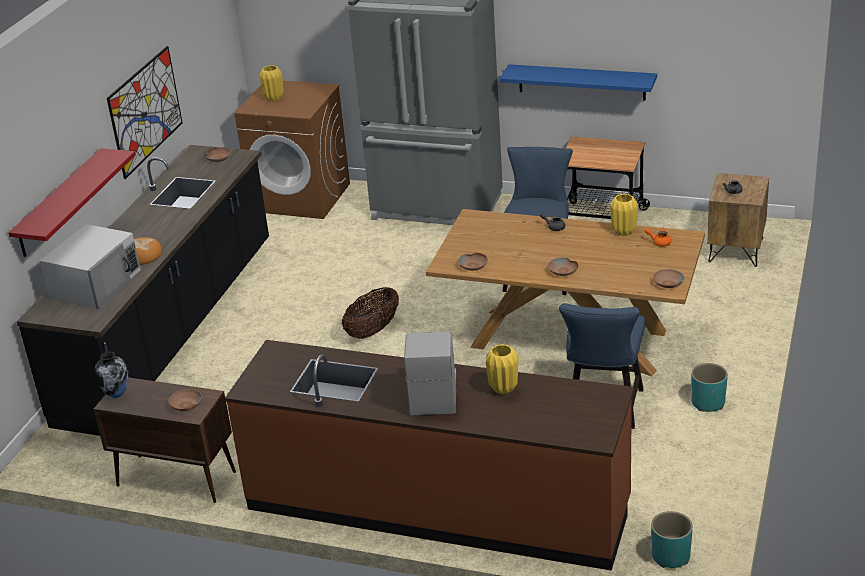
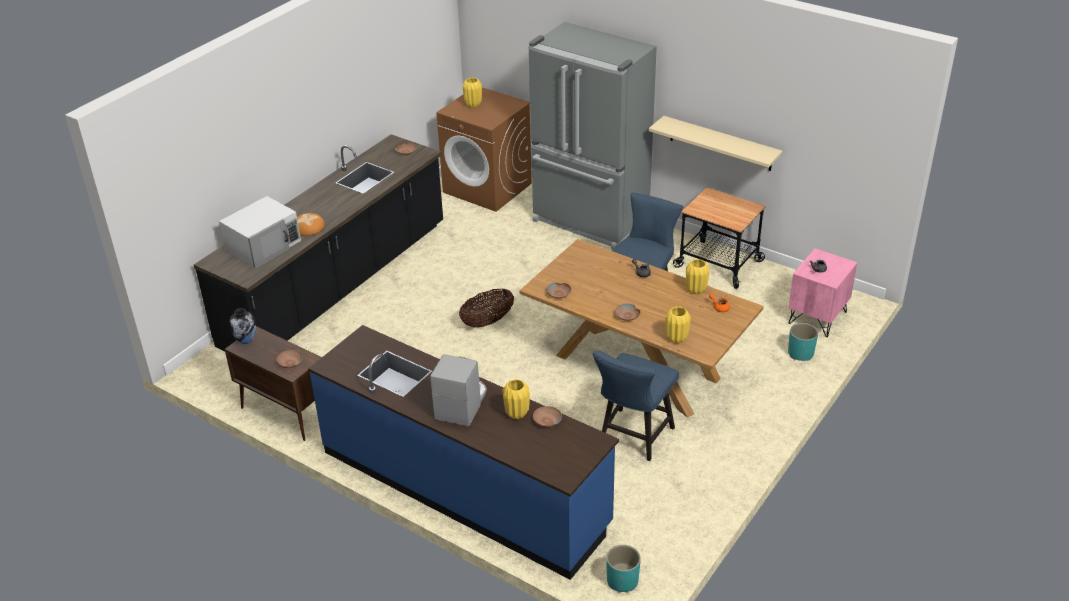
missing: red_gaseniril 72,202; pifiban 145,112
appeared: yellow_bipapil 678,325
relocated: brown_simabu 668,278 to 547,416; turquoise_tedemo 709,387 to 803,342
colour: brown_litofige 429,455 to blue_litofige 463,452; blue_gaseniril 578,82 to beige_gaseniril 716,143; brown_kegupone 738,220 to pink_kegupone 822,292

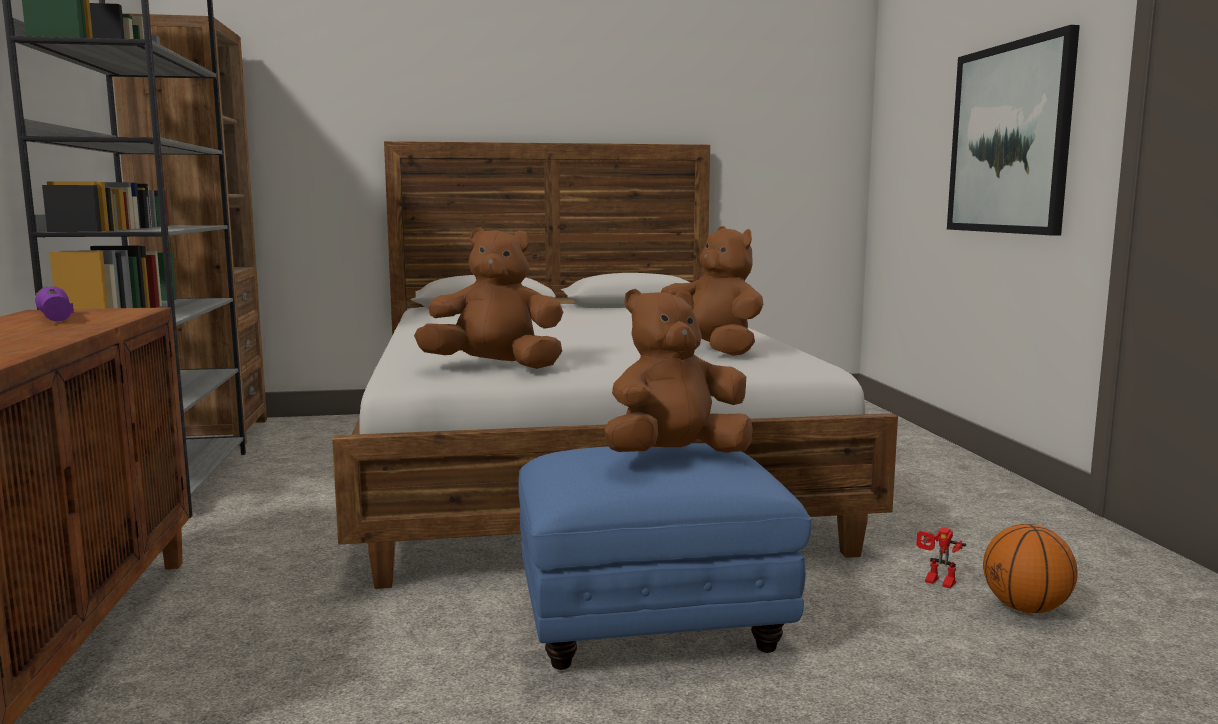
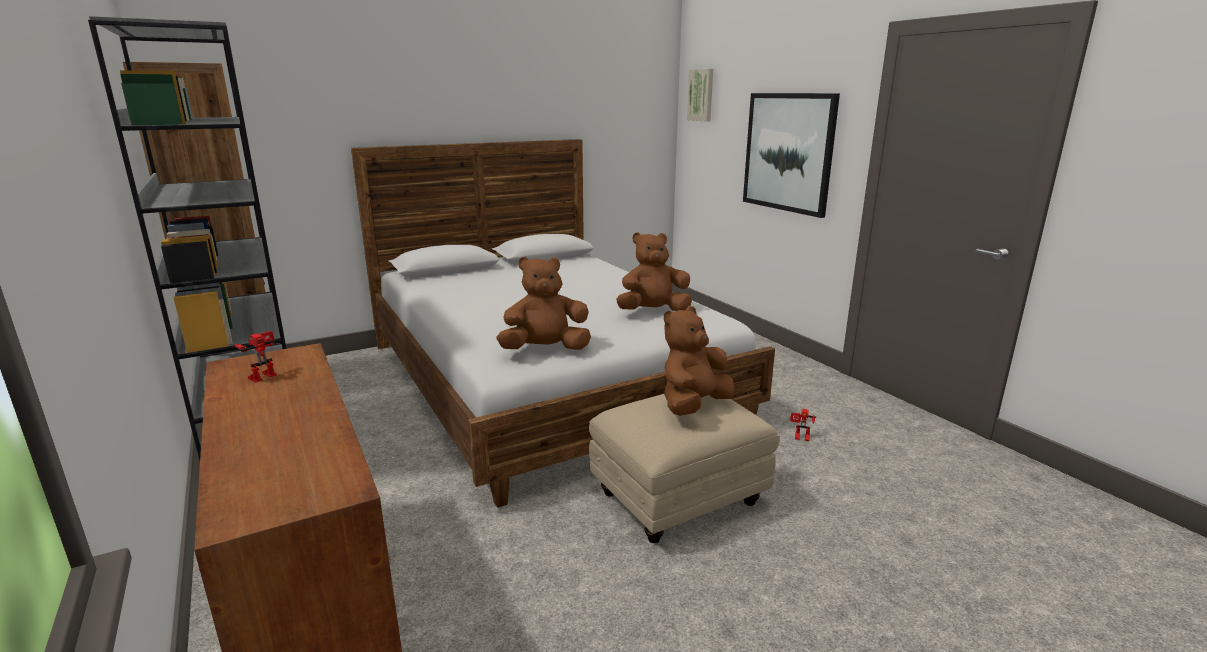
missing: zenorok 1030,568
appeared: pifiban 700,95
exchanged: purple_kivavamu 54,303 to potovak 255,356
colour: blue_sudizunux 664,556 to beige_sudizunux 684,468
spun: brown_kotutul 712,291 = 654,271 45 degrees counterclockwise

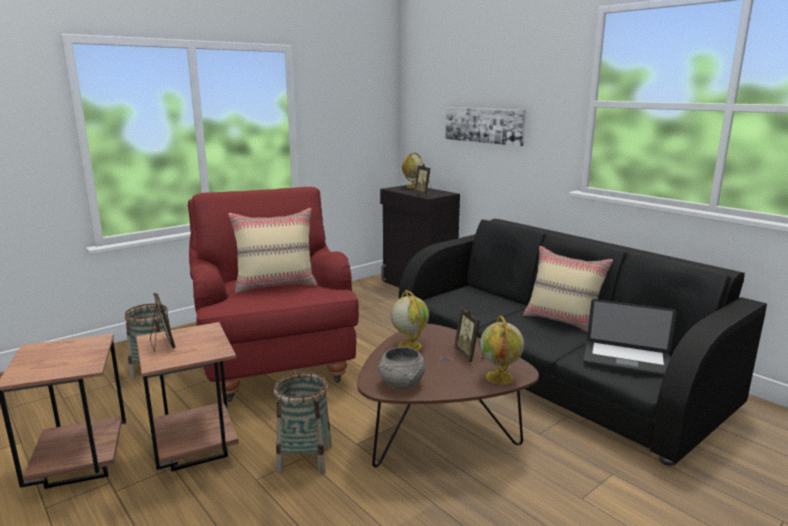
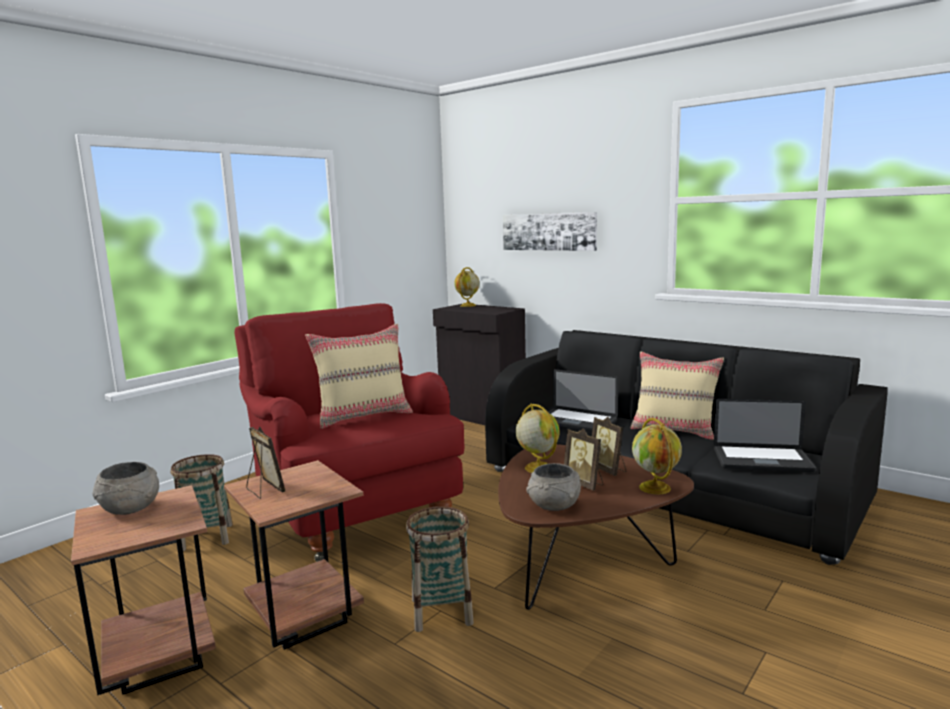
appeared: grey_simabu 125,488; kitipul 583,400
relocated: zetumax 423,179 to 583,459

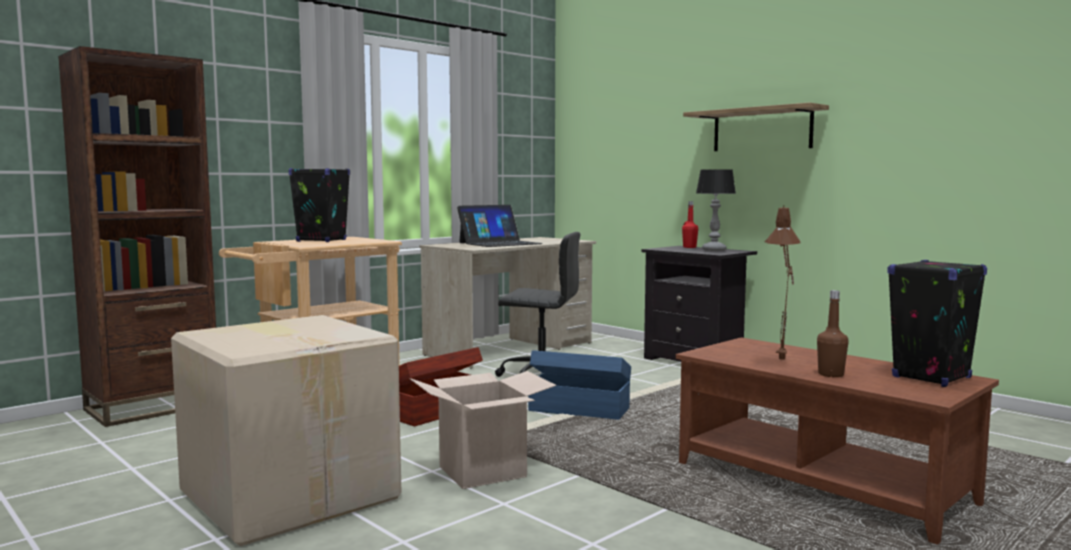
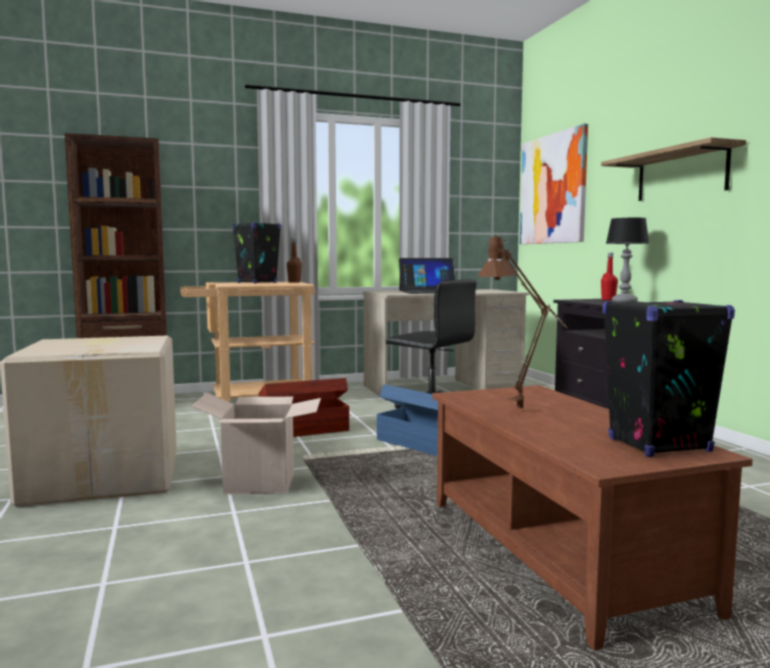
appeared: pifiban 554,184
relocated: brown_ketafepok 833,333 to 294,261

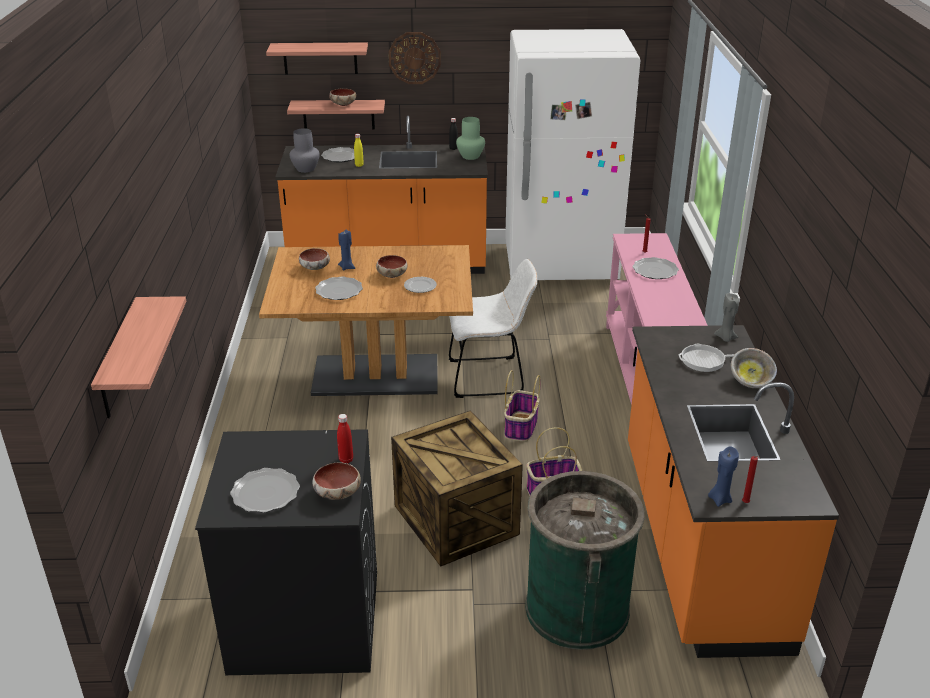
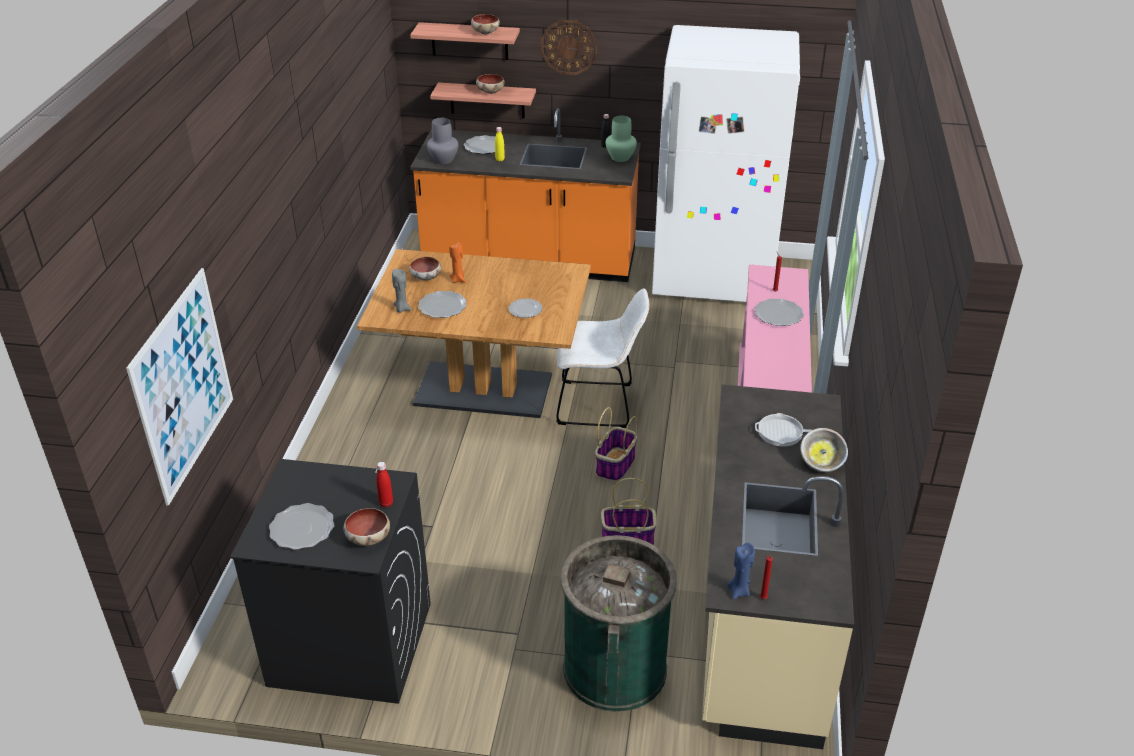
missing: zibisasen 457,488
relocated: simabu 392,266 to 485,24; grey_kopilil 726,317 to 402,291
exchanged: gaseniril 138,357 to pifiban 179,387
colour: blue_kopilil 346,249 to orange_kopilil 457,262; orange_litofige 733,491 to beige_litofige 778,566

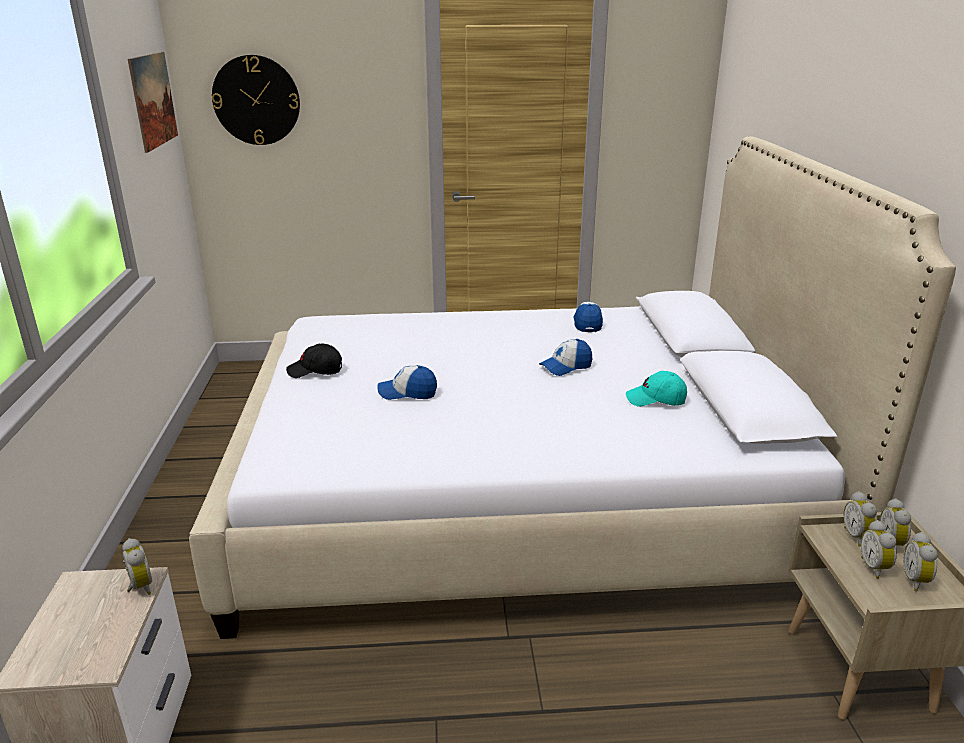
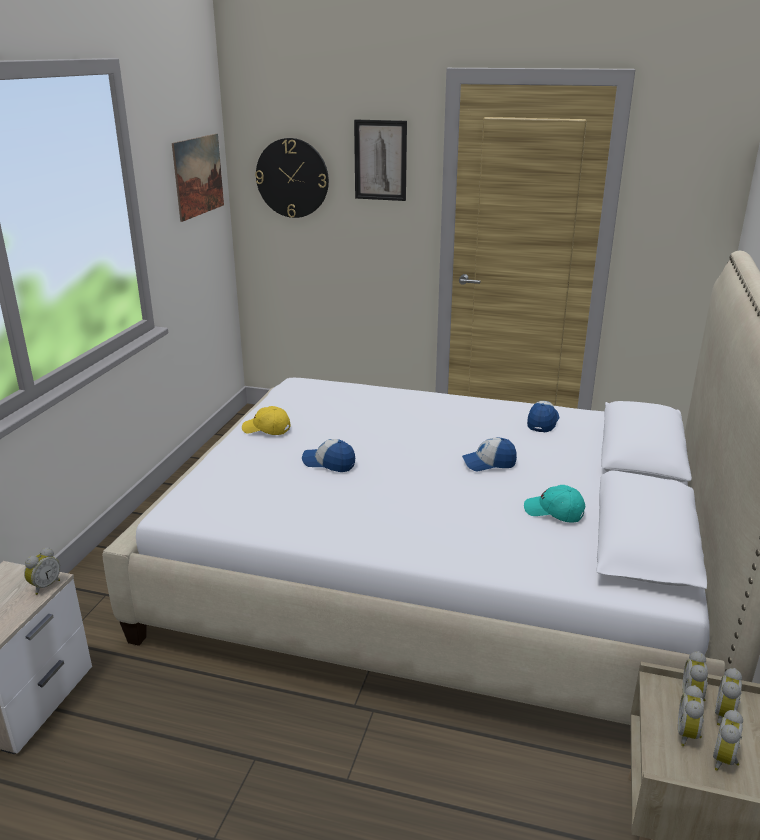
appeared: pifiban 380,160
colour: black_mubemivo 314,361 to yellow_mubemivo 266,420
spun: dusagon 137,566 = 42,571 45 degrees clockwise

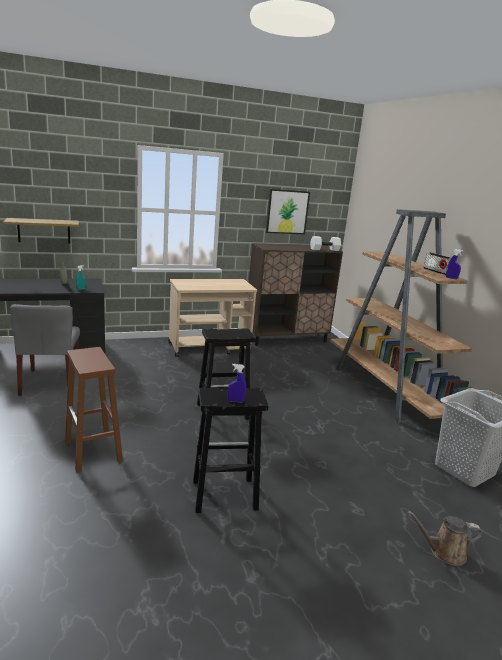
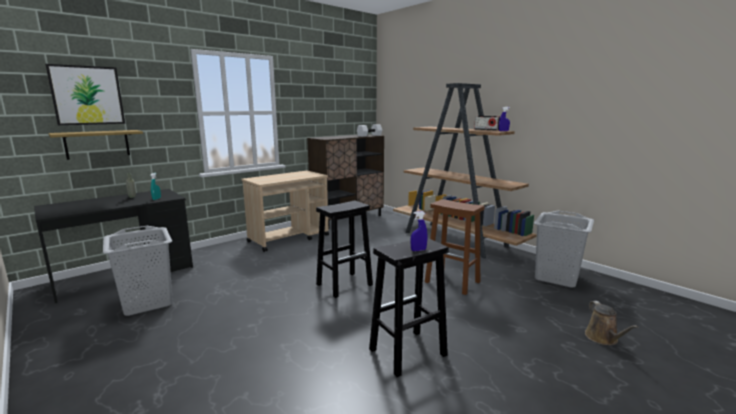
relocated: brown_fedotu 94,410 to 454,247; pifiban 288,211 to 85,94
exchanged: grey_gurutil 45,350 to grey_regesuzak 138,271
spun: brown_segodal 445,538 = 612,323 75 degrees counterclockwise

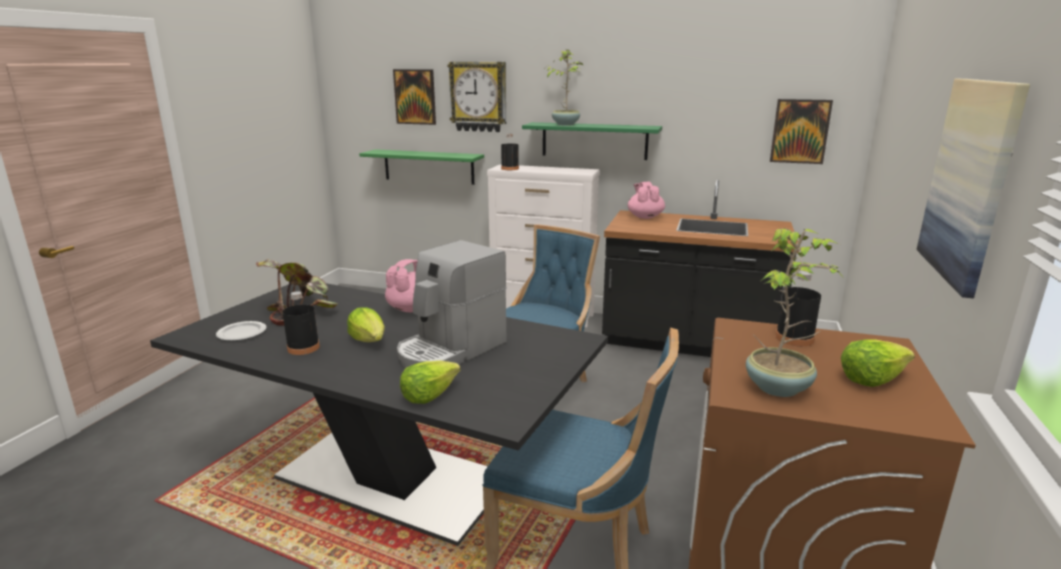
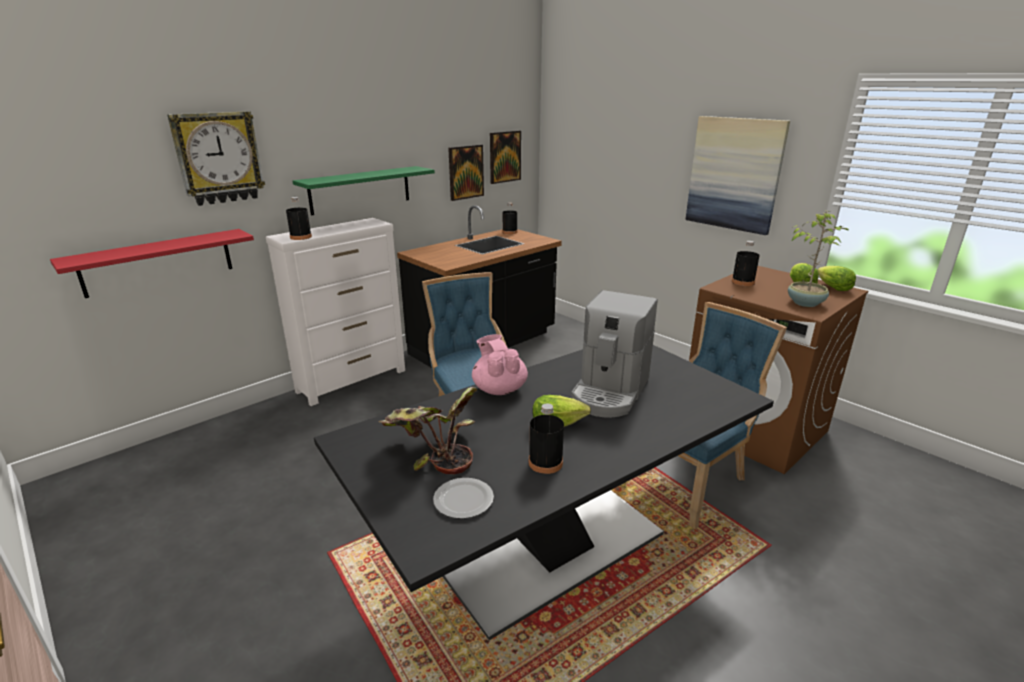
missing: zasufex 564,87; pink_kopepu 646,200
appeared: black_ketafepok 509,218
relocated: pifiban 414,97 to 466,173; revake 430,382 to 836,278
colour: green_gaseniril 421,167 to red_gaseniril 152,263
spun: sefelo 452,304 = 614,354 45 degrees clockwise

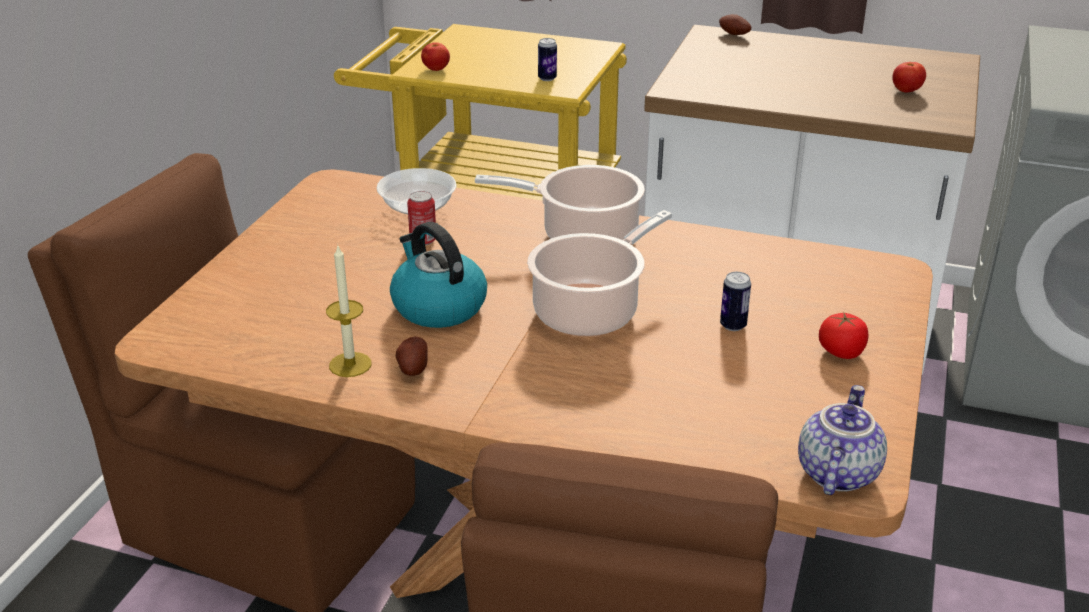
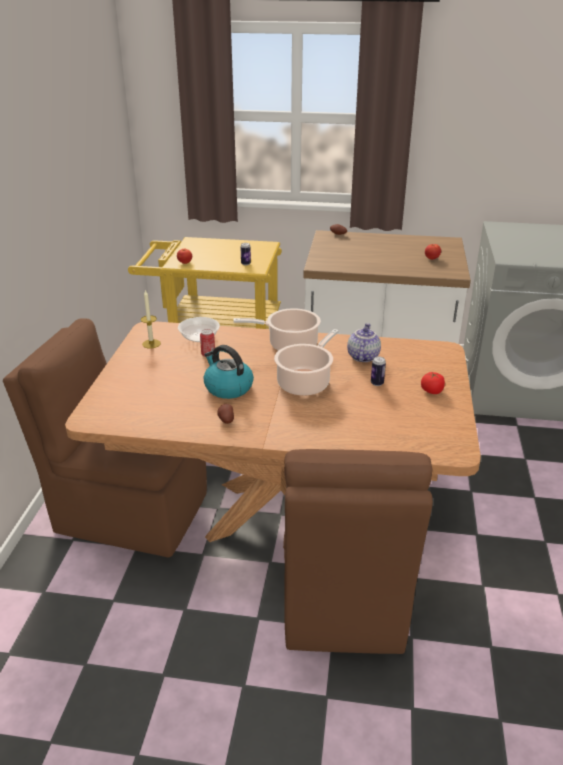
relocated: kopilil 349,311 to 151,319; kopepu 842,440 to 364,342

